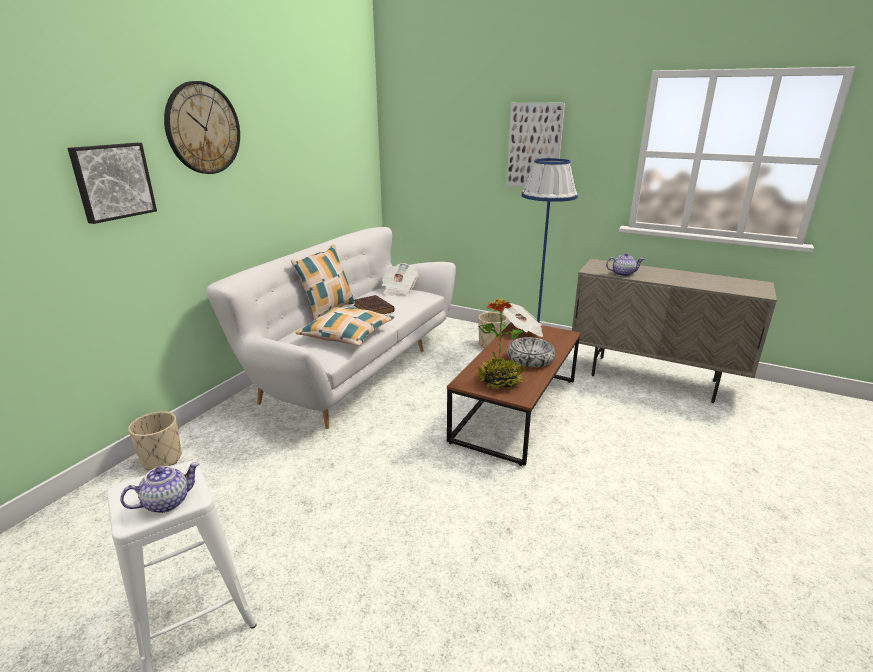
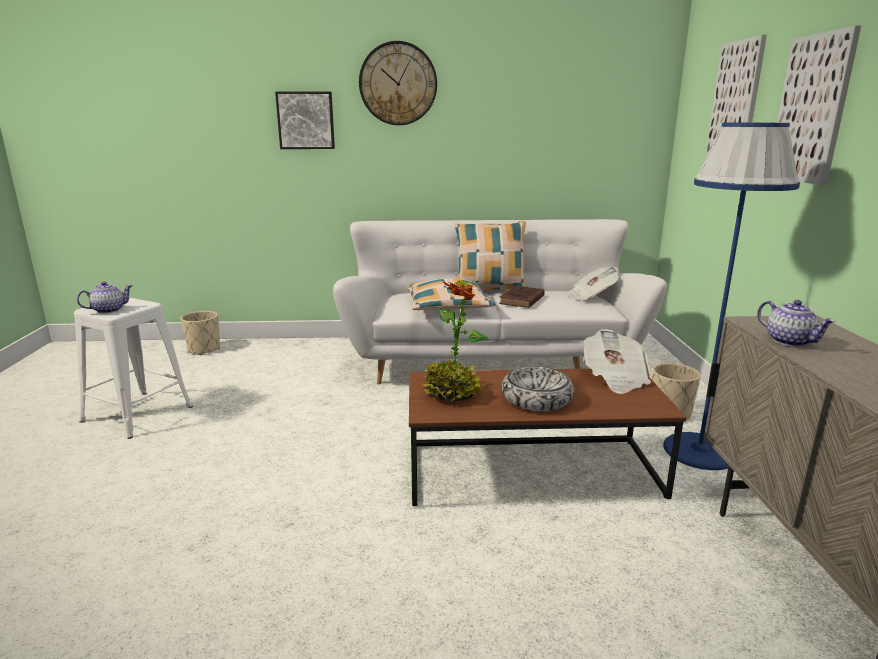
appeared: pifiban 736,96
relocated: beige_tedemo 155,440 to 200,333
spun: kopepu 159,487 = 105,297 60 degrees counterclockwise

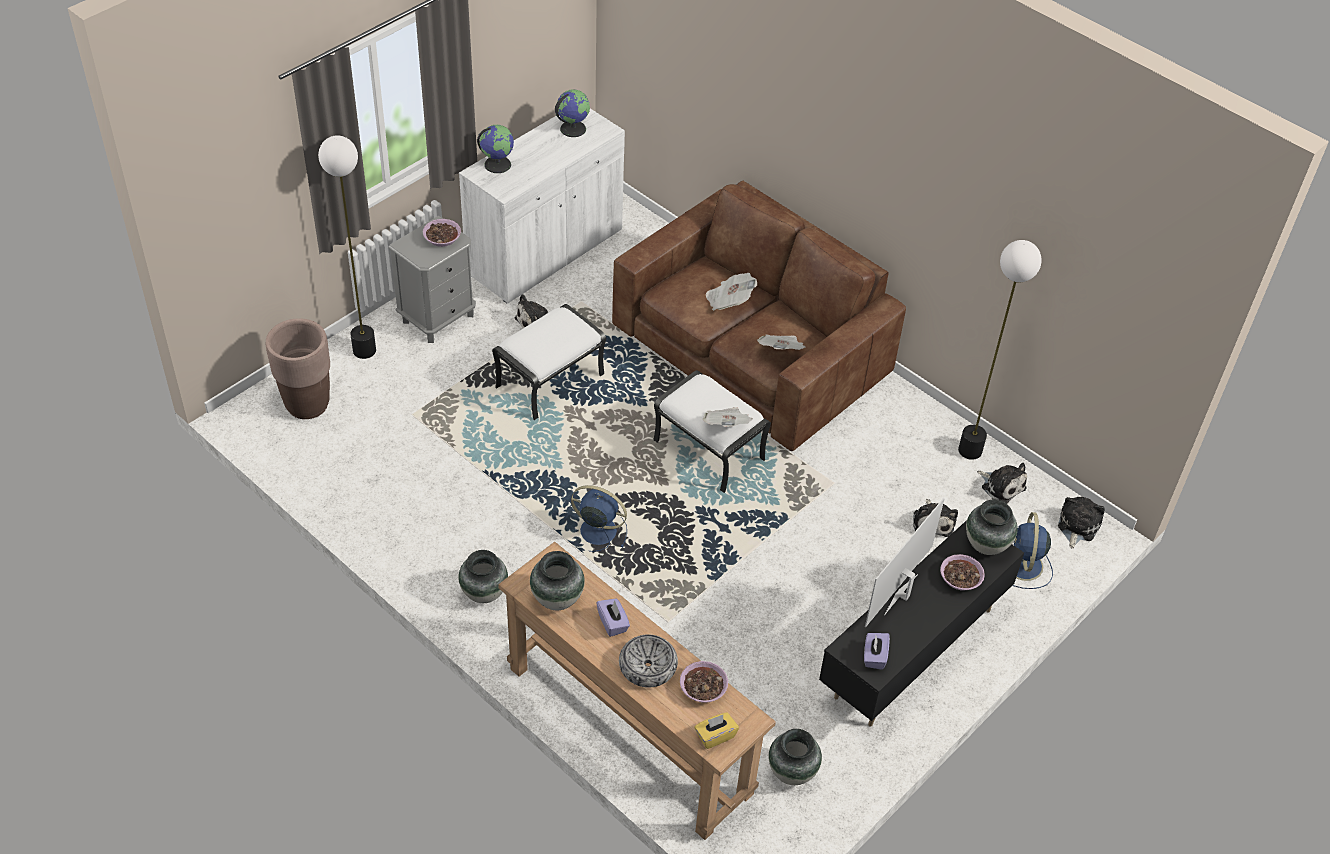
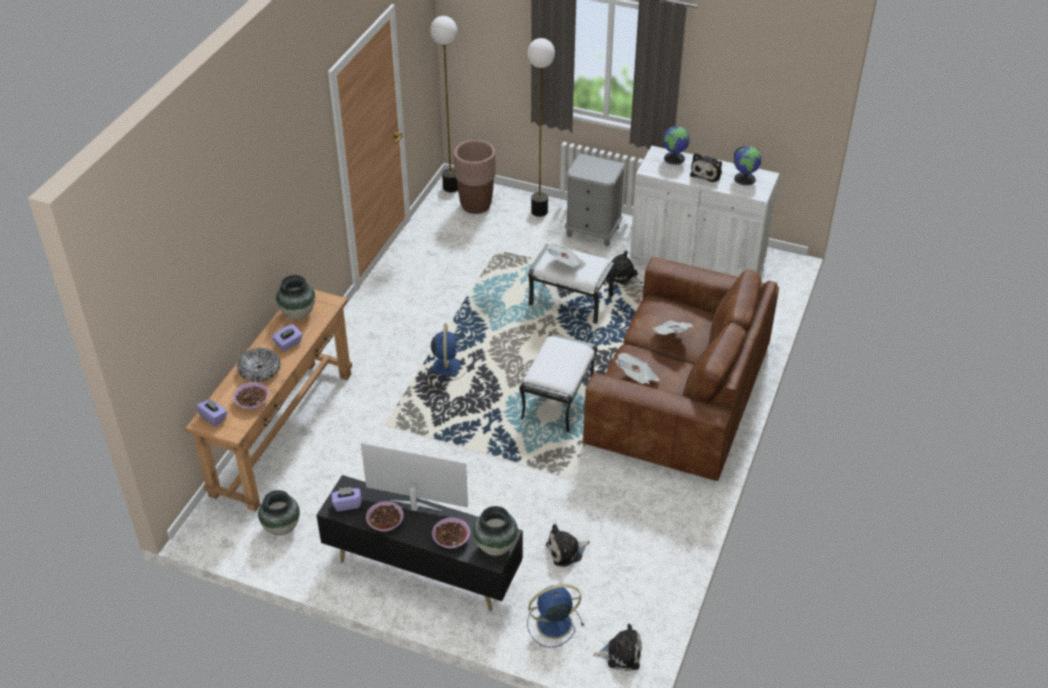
missing: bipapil 483,576
relocated: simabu 442,233 to 385,516; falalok 728,417 to 566,256; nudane 1000,350 to 444,104; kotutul 1002,483 to 706,167
colour: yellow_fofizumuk 717,730 to purple_fofizumuk 211,412

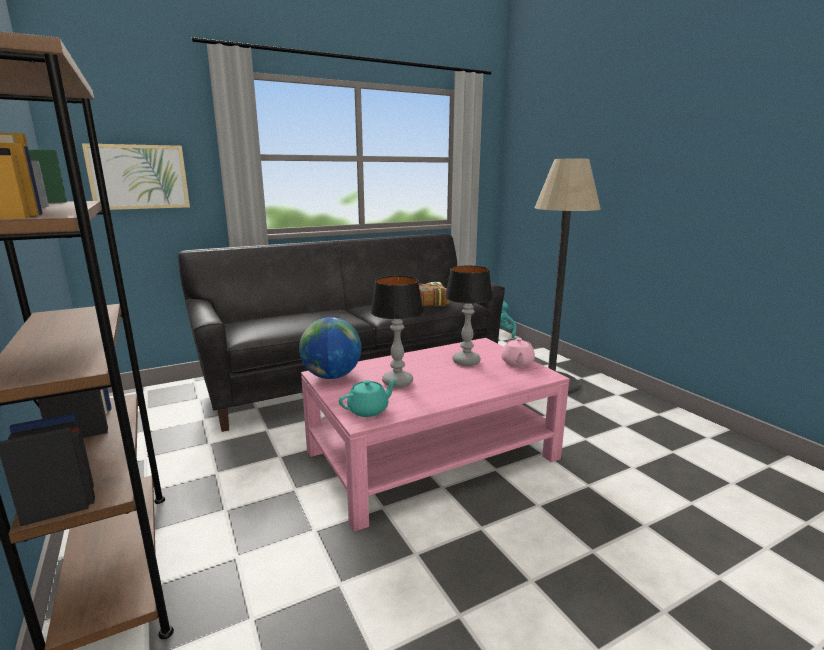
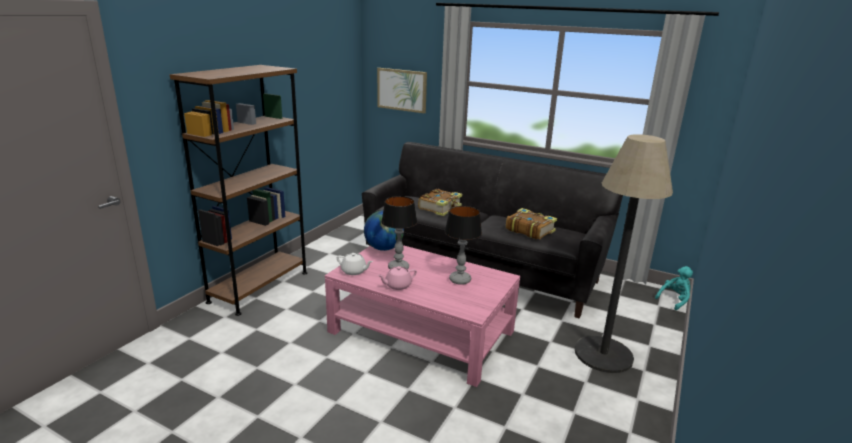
appeared: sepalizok 440,202
relocated: pink_kopepu 518,352 to 397,278
colour: turquoise_kopepu 368,398 to white_kopepu 355,264

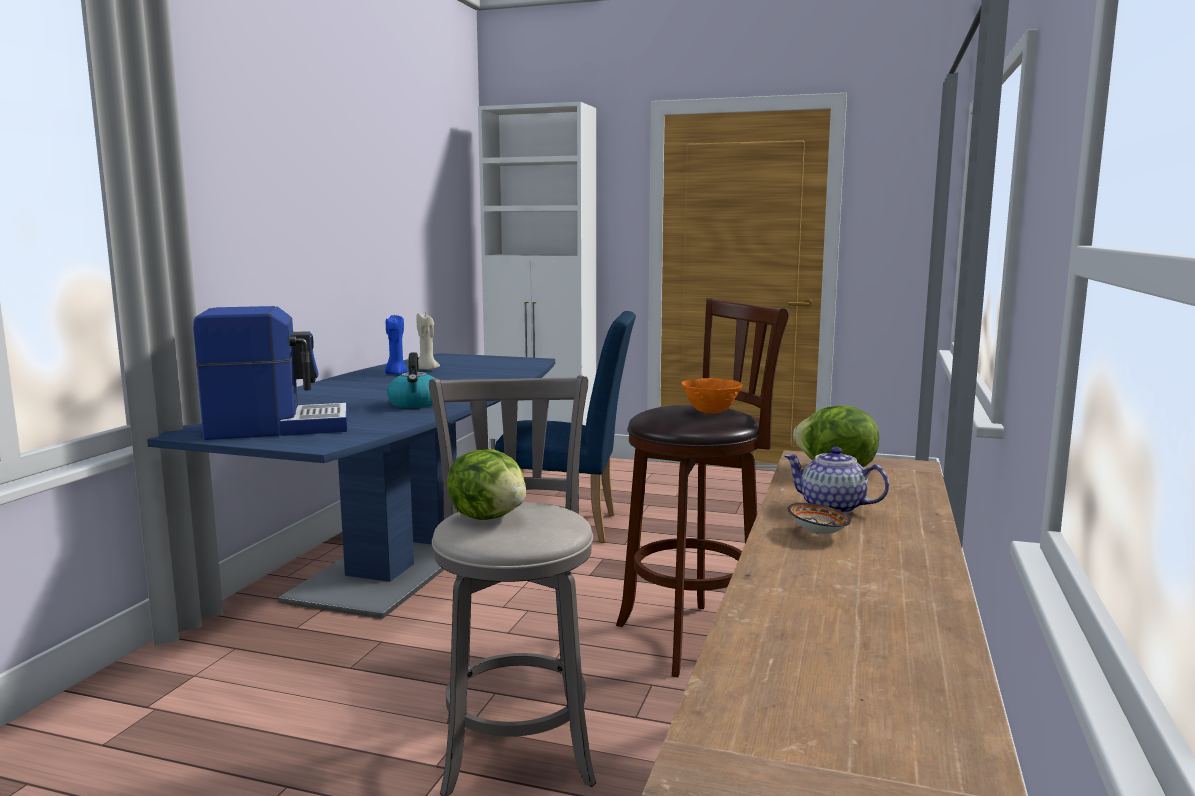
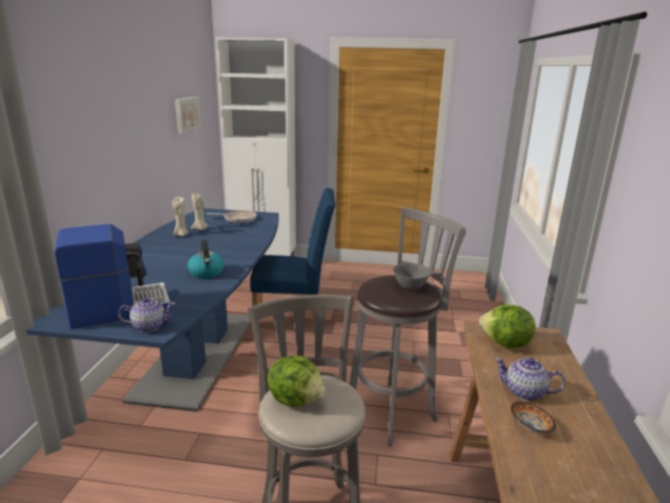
appeared: kopepu 147,314; pifiban 188,115; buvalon 232,216
colour: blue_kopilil 396,344 to beige_kopilil 180,216; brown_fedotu 702,487 to grey_fedotu 408,327; orange_simabu 712,396 to grey_simabu 412,276

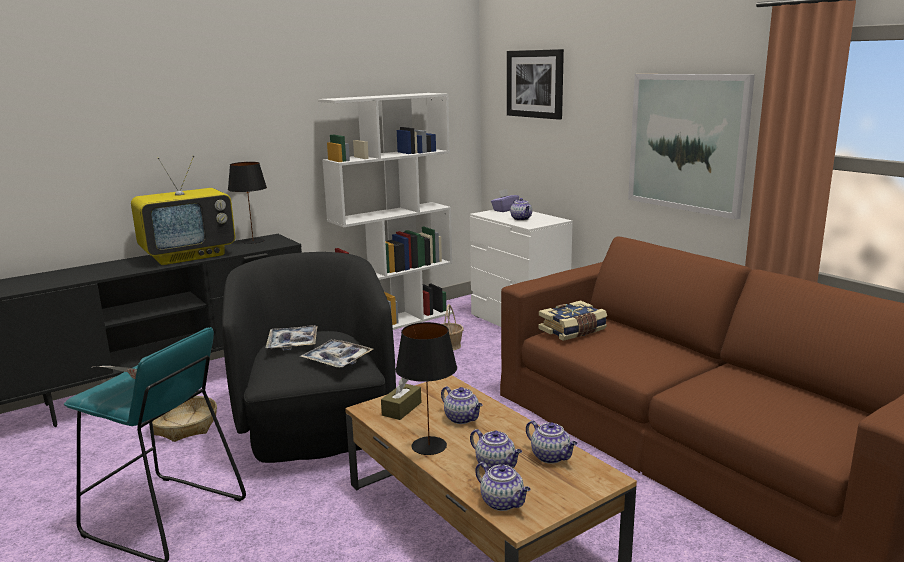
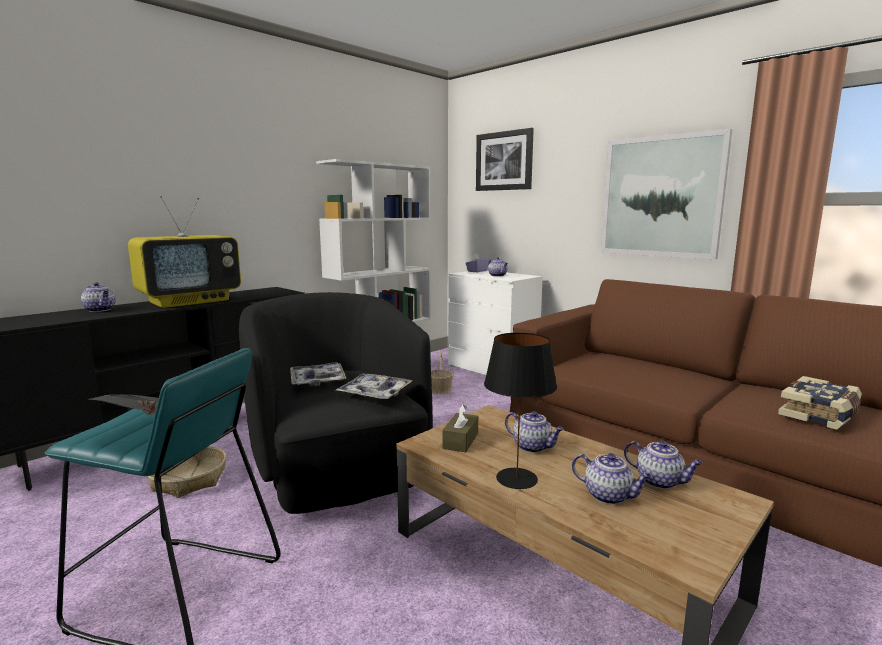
missing: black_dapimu 247,203
relocated: kopepu 503,486 to 98,297; sepalizok 573,320 to 820,403

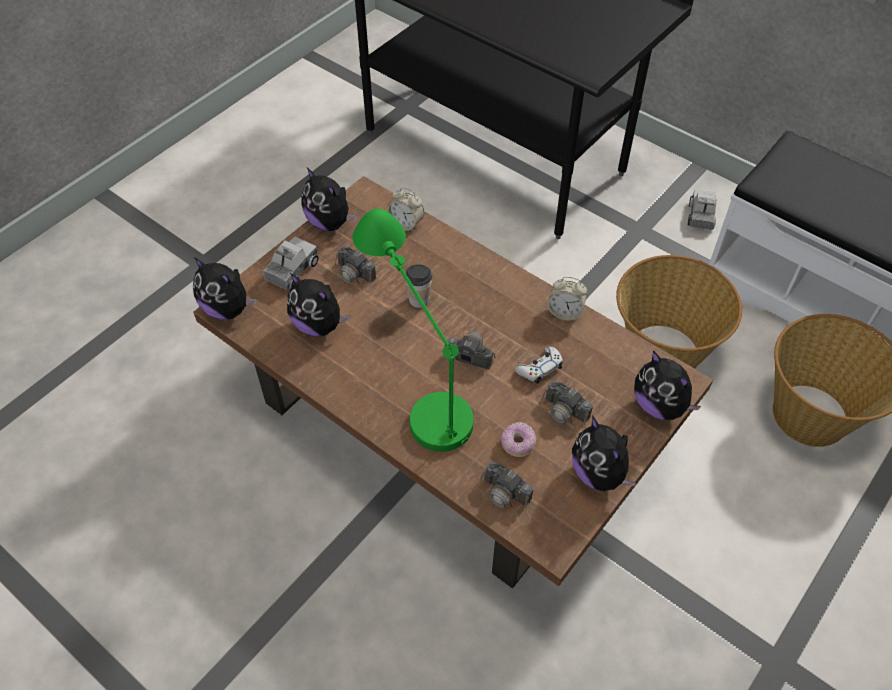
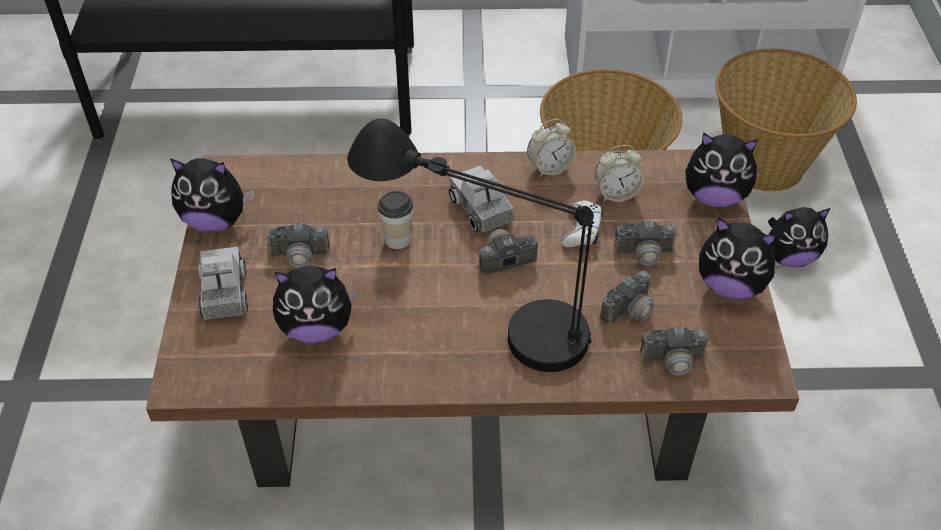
relocated: kotutul 225,288 to 799,237; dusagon 405,210 to 619,173; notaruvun 702,210 to 481,199
exchanged: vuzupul 518,439 to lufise 636,302
colour: green_dapimu 413,330 to black_dapimu 470,245

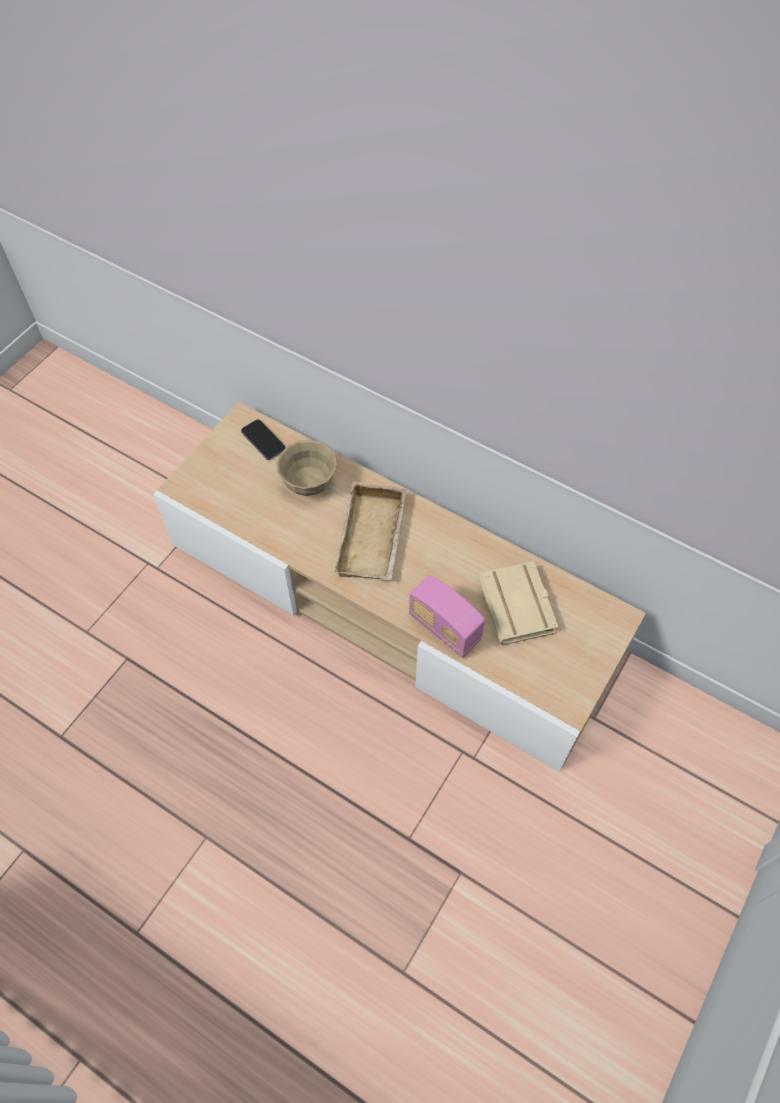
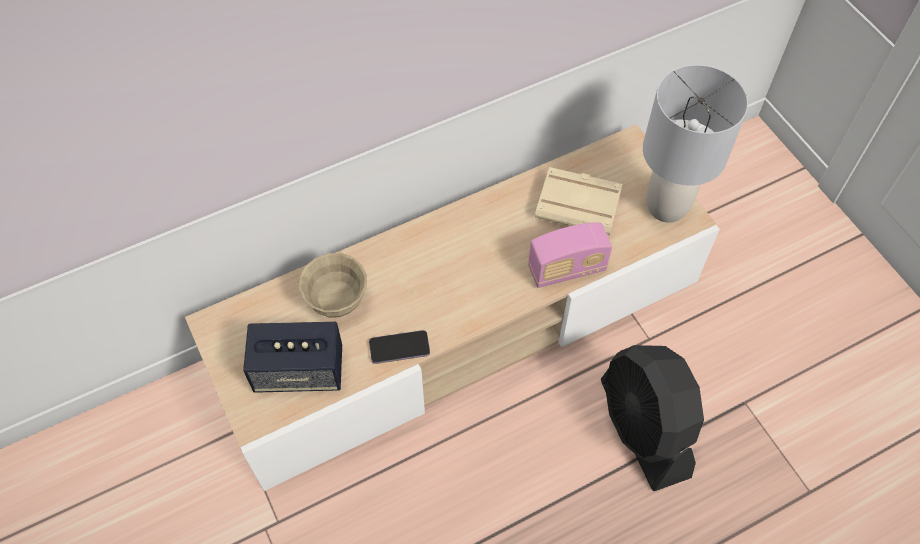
missing: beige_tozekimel 370,531
appeared: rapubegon 292,357; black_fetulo 652,418; grey_dapimu 695,143
relocated: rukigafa 263,439 to 399,347

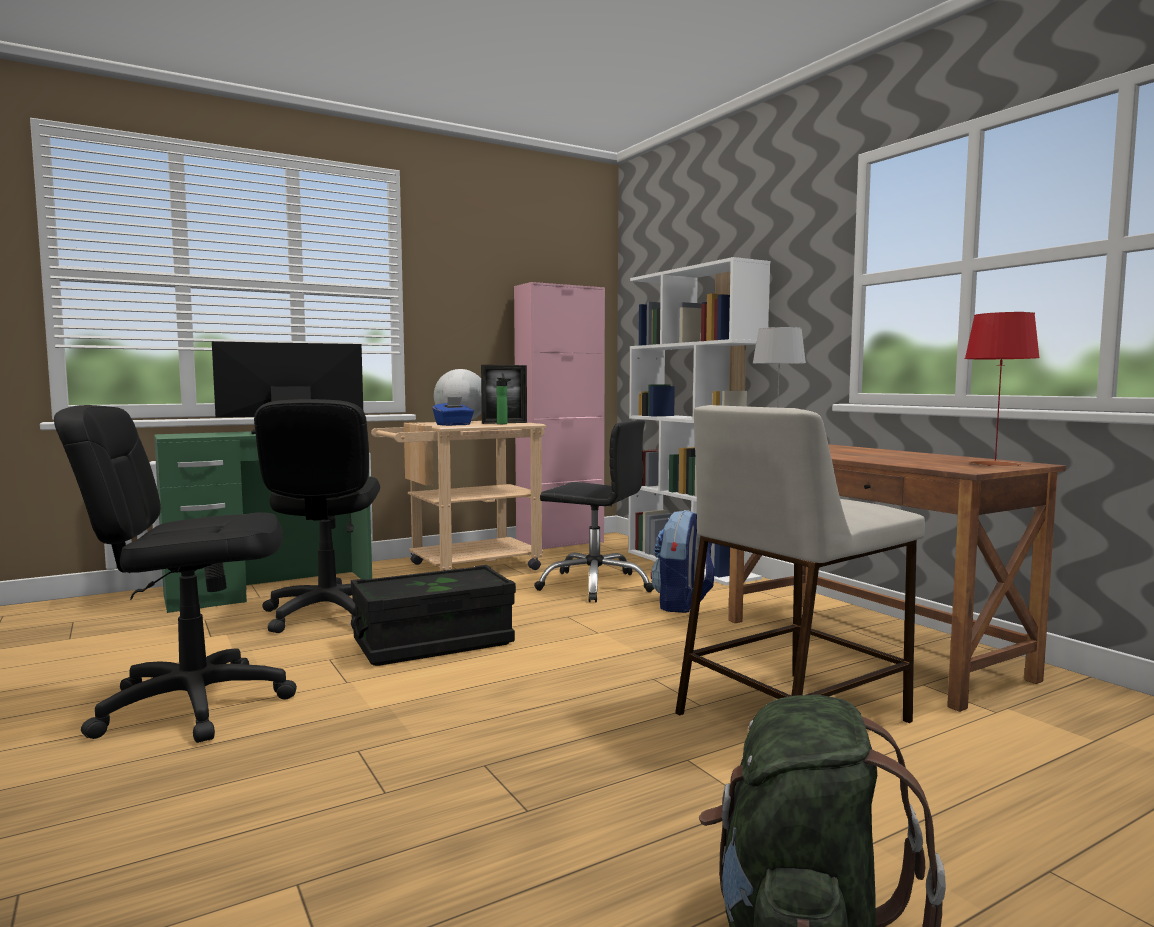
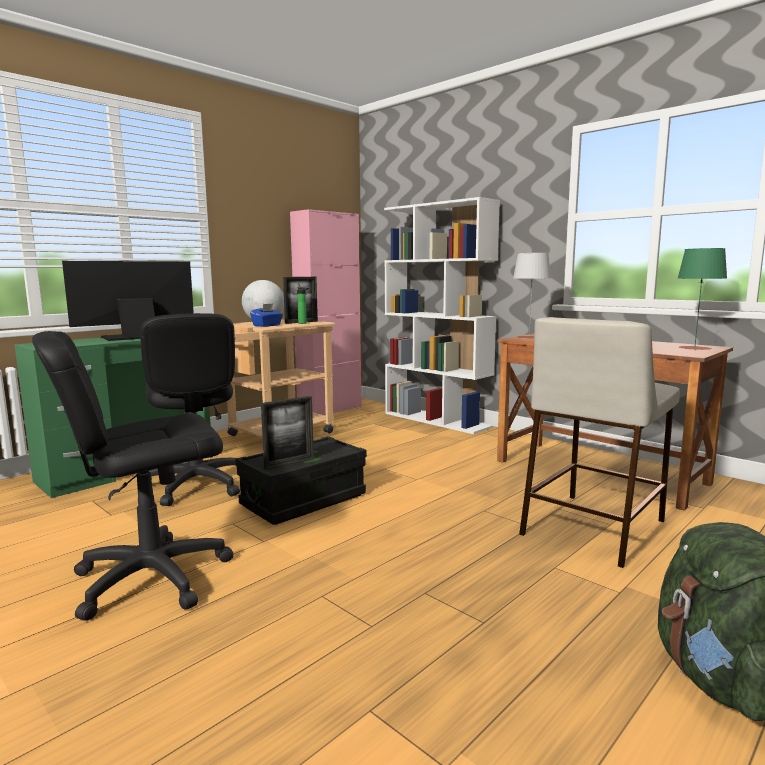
missing: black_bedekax 594,511; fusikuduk 682,561
appeared: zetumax 287,432
colour: red_dapimu 1002,389 to green_dapimu 702,299

